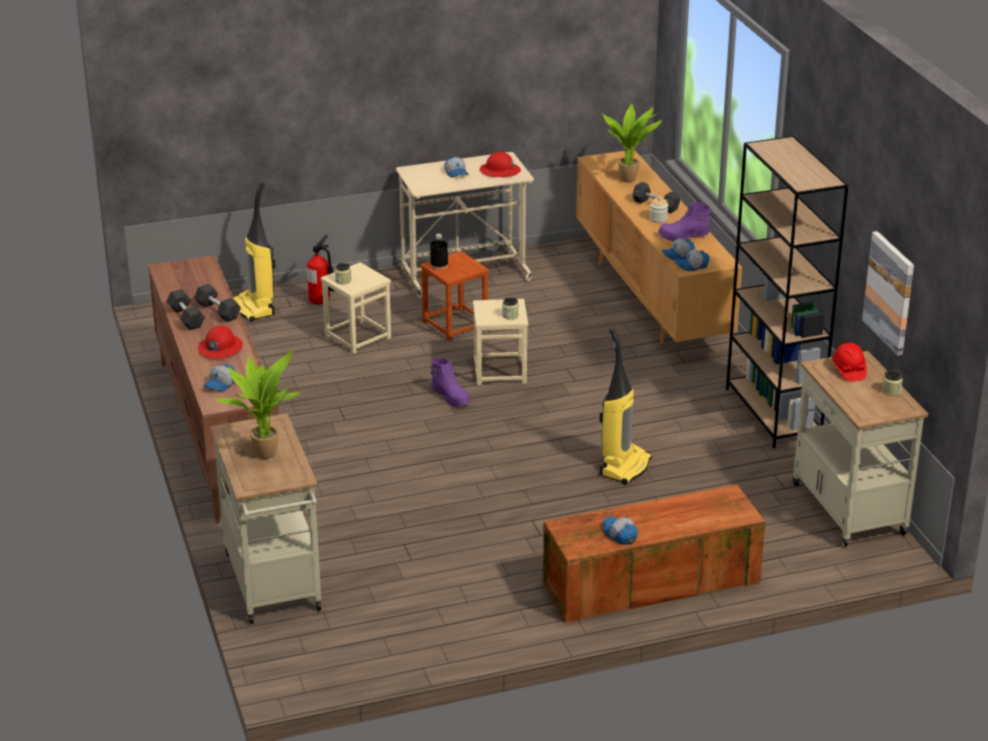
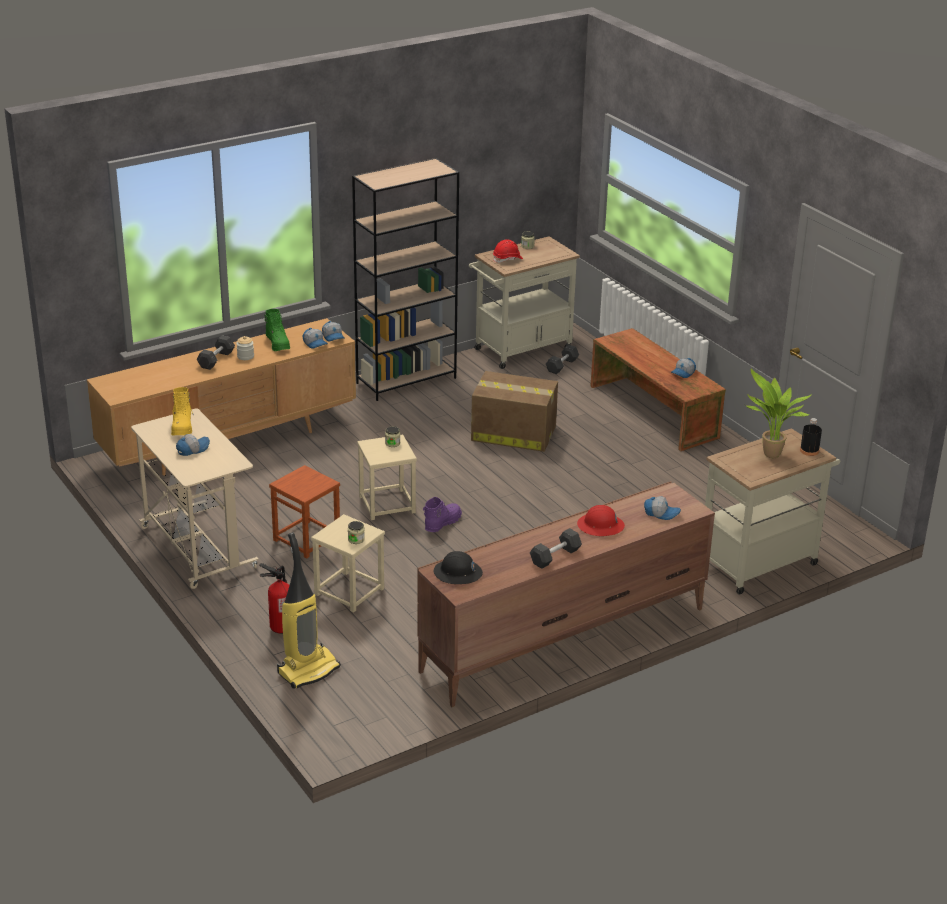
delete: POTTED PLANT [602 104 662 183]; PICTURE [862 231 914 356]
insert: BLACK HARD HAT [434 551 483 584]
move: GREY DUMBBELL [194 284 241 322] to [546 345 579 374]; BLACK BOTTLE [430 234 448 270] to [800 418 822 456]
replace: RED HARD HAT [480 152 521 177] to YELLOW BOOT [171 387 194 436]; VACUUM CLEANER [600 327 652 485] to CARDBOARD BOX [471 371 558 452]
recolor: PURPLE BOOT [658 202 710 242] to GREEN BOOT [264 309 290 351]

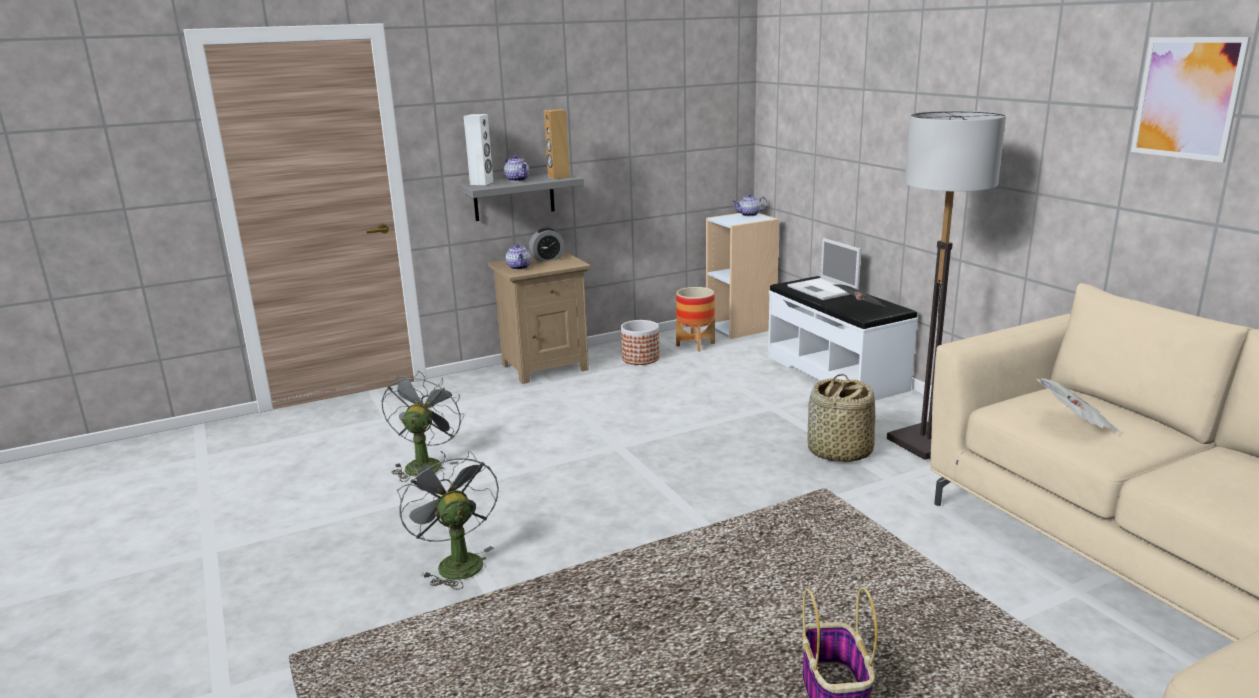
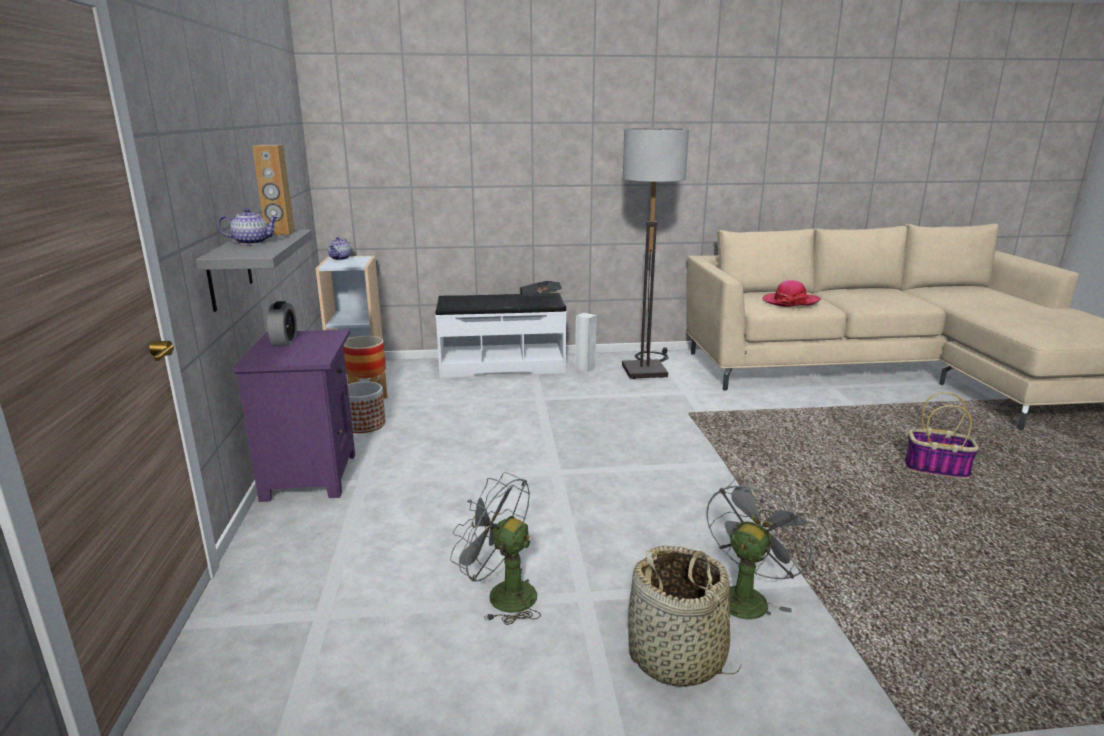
delete: TEAPOT [506 244 531 270]; LAPTOP [788 238 861 300]; PICTURE [1131 37 1251 163]
move: WHITE SPEAKER [464 114 493 185] to [575 313 597 372]; BASKET [807 374 875 462] to [628 546 741 687]
replace: NEWSPAPER [1036 378 1123 433] to HAT [763 280 821 307]
recolor: BEIGE NIGHTSTAND [488 251 591 384] to PURPLE NIGHTSTAND [233 330 355 502]
rotate: GREY FAN [397 451 499 590] = [706 477 817 619] 135 degrees clockwise

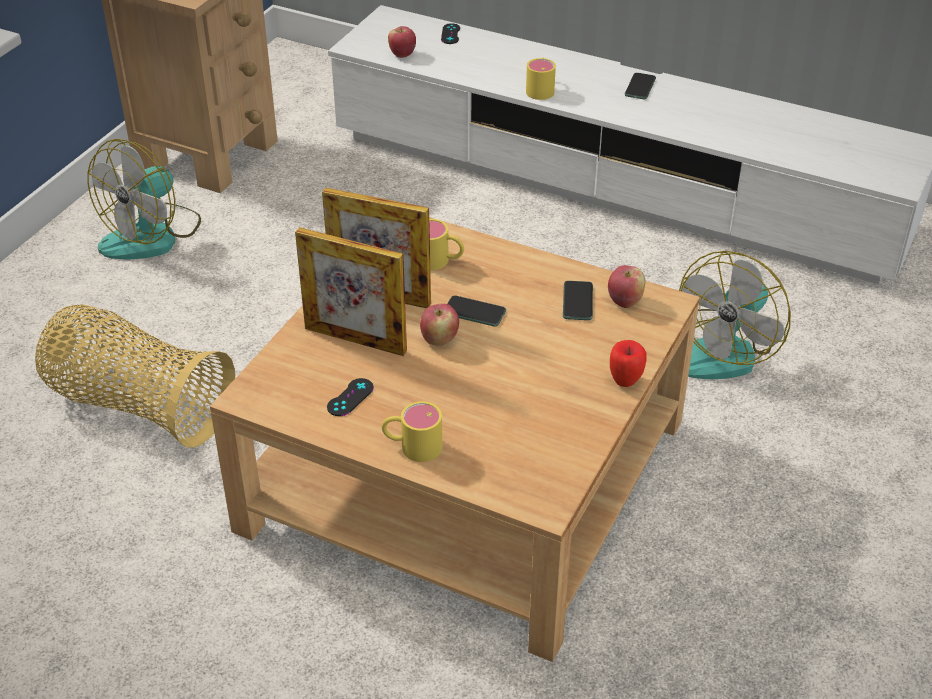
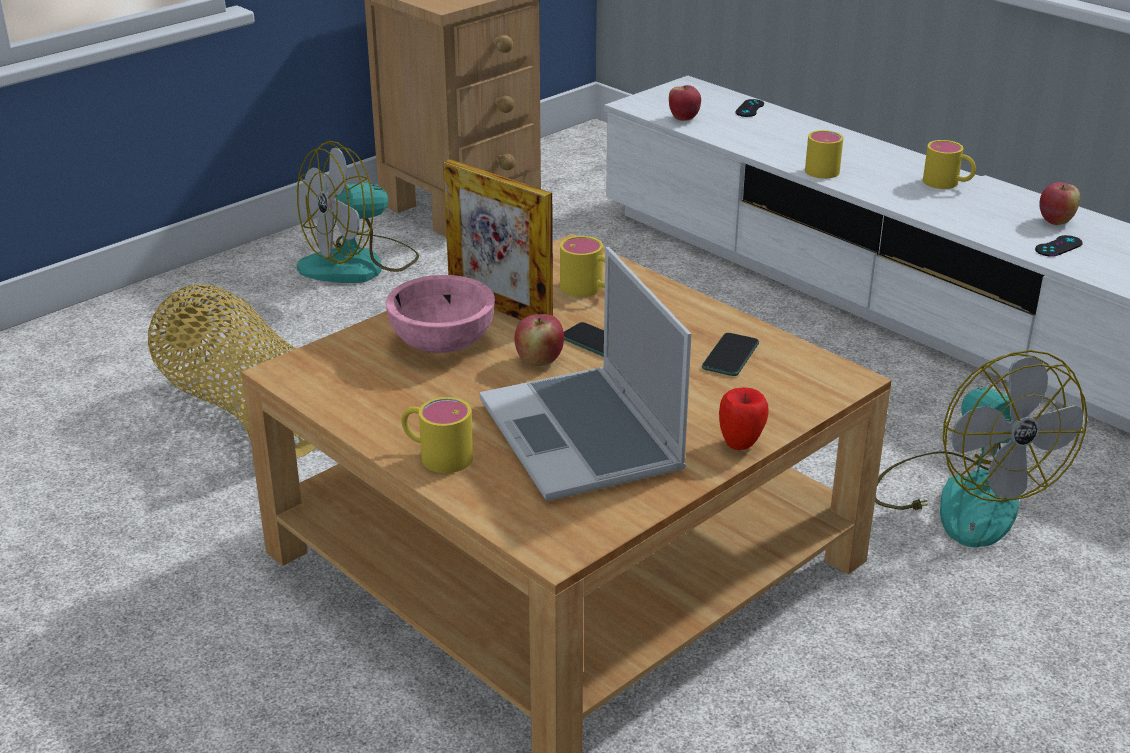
insert: LAPTOP [479 247 692 501]
move: BLACK GAME CONTROLLER [327 378 374 416] to [1035 235 1083 257]; APPLE [608 265 645 308] to [1039 182 1080 225]
replace: PICTURE FRAME [295 227 407 356] to PINK BOWL [386 275 495 353]; PHONE [625 73 656 99] to YELLOW MUG [923 140 976 189]
rotate: FAN [679 251 791 379] = [875 350 1087 548] 75 degrees counterclockwise

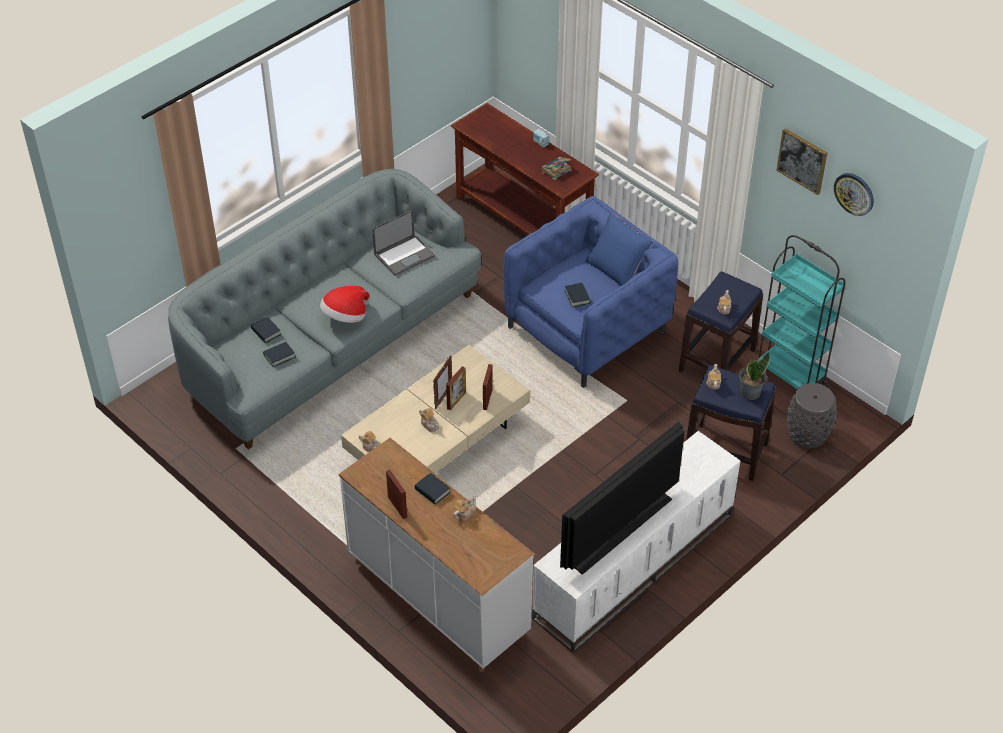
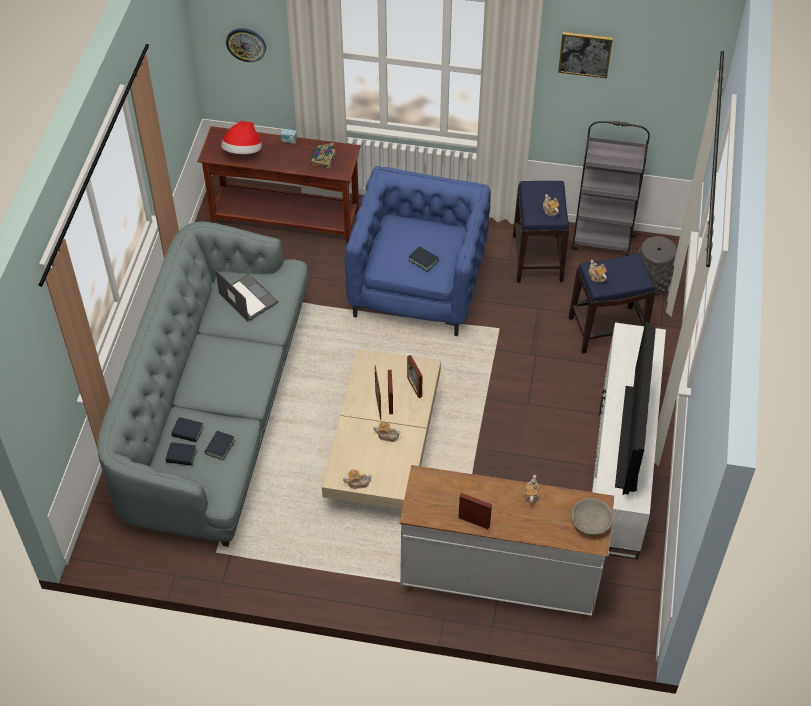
delete: BLUE PILLOW [586 212 654 286]; POTTED PLANT [739 352 770 400]
insert: GREY BOWL [571 498 614 535]
move: HAT [320 286 369 323] to [221 121 262 154]; BOOK [414 473 450 505] to [166 442 197 466]; WALL CLOCK [834 173 874 216] to [226 28 266 62]
recolor: TURQUOISE CART [758 235 845 389] to GREY CART [571 121 650 256]
rotate: LAPTOP [372 209 435 276] = [215 270 279 322] 60 degrees counterclockwise

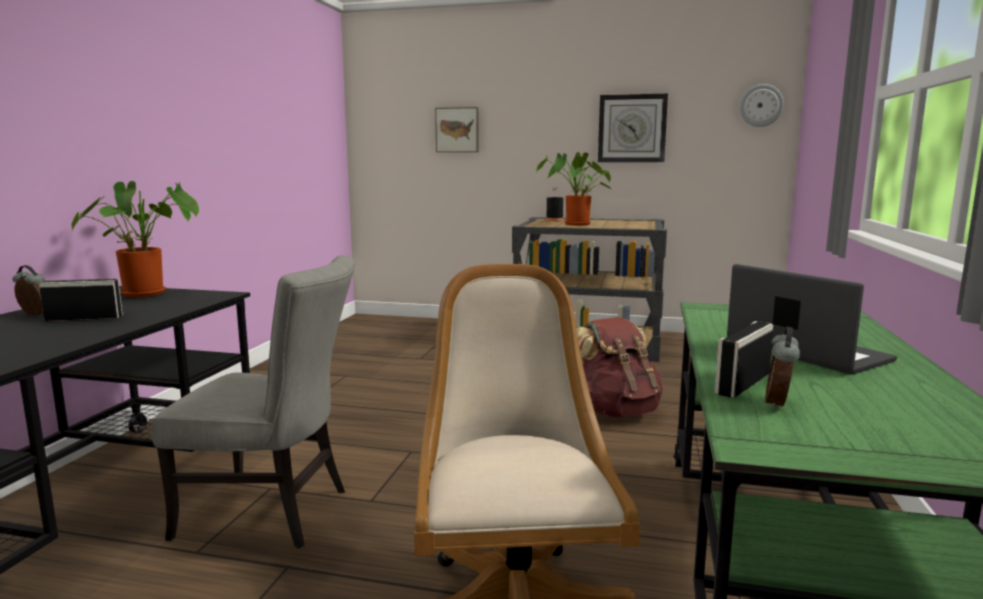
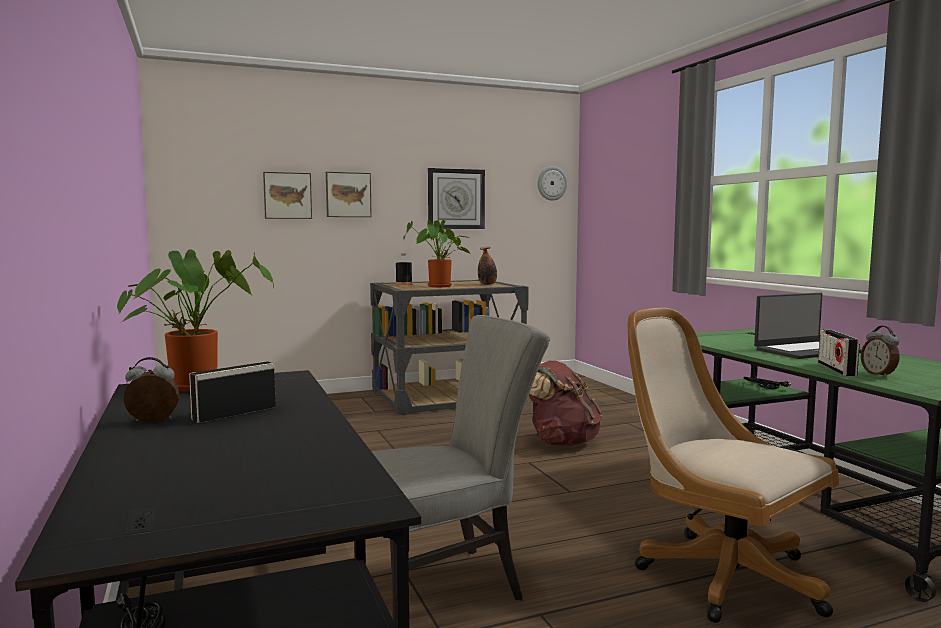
insert: PICTURE [326 172 372 217]; BOTTLE [478 247 497 285]
rotate: LAPTOP [727 264 897 375] = [754 293 862 359] 135 degrees clockwise

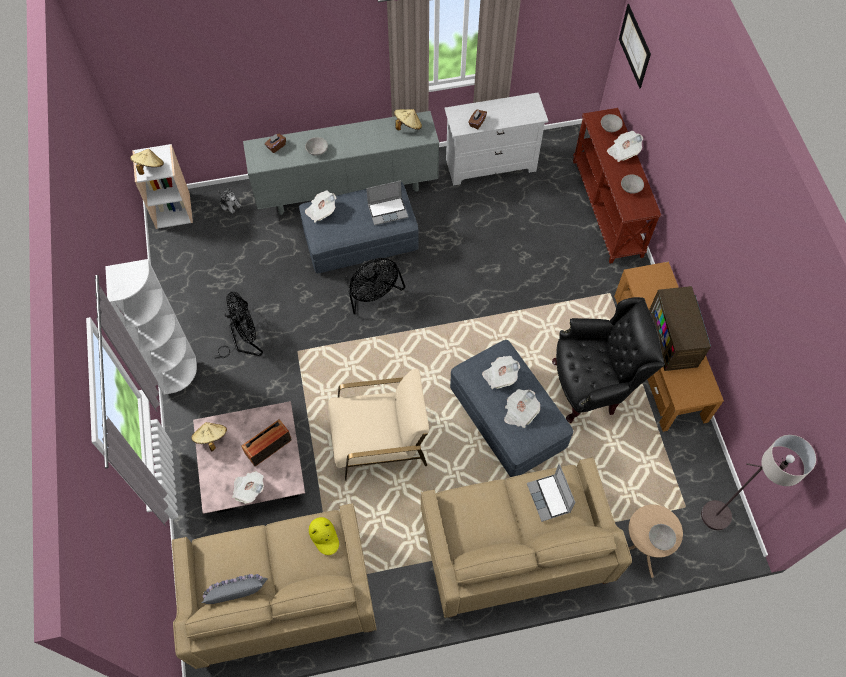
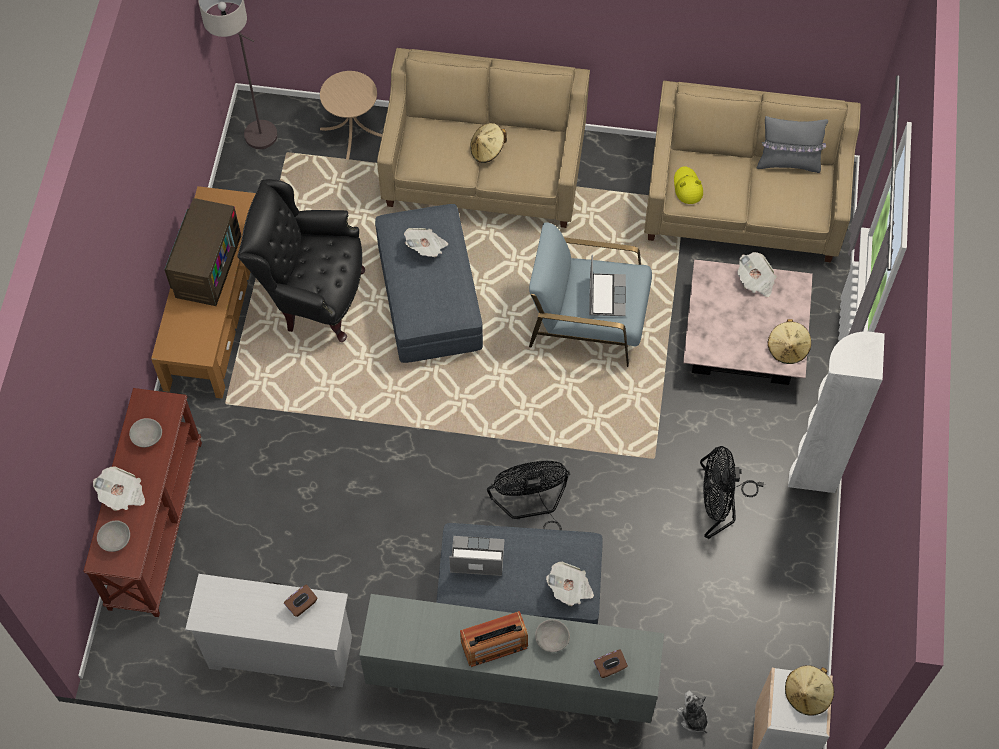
delete: NEWSPAPER [482 356 520 389]; PICTURE [619 4 651 88]; GREY BOWL [649 524 676 550]
move: RADIO [241 419 292 466] to [460 611 528 667]; BEIGE HAT [394 109 422 130] to [470 123 507 163]; LAPTOP [527 464 575 522] to [589 255 626 316]
recolor: BEIGE ARMCHAIR [328 369 429 481] to BLUE ARMCHAIR [529 222 652 367]

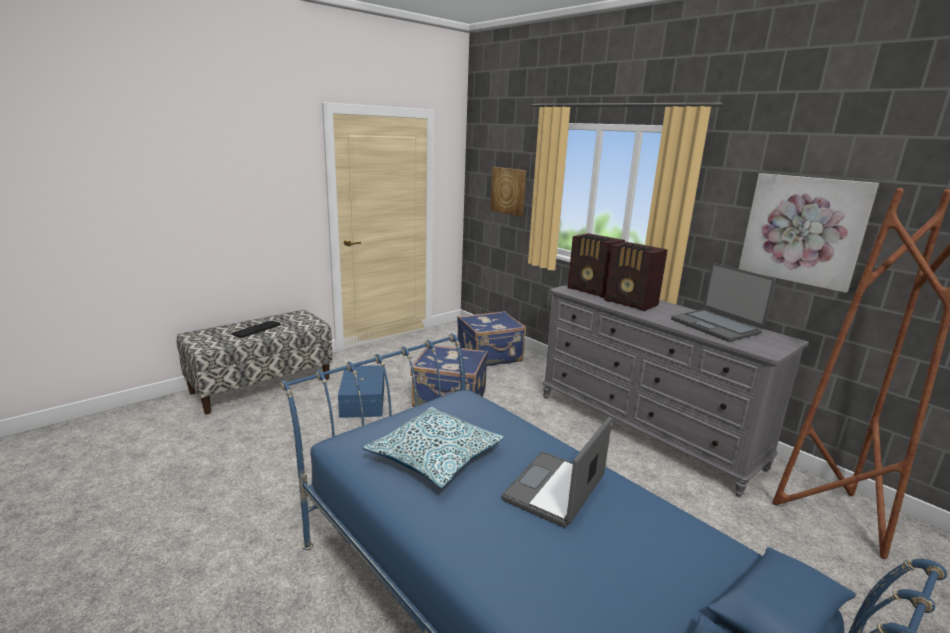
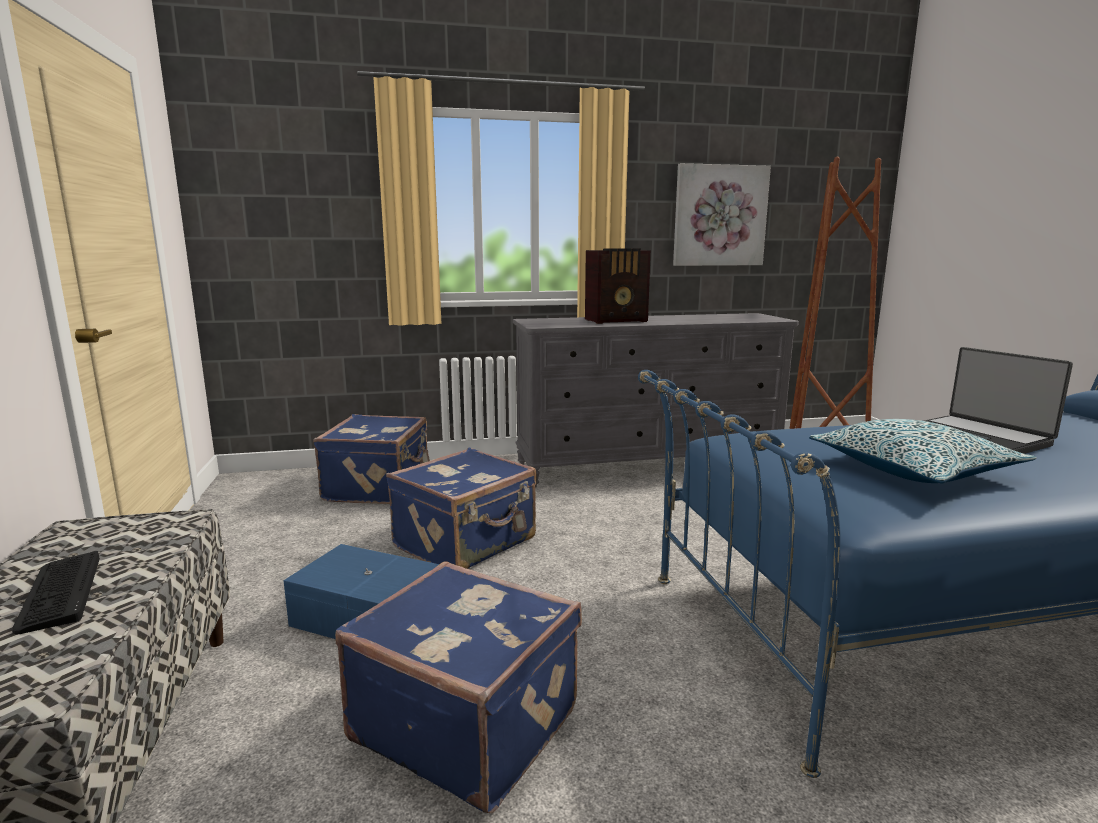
delete: PICTURE [490 167 526 217]; RADIO [568 233 625 298]; LAPTOP [671 263 776 342]
insert: BLUE SUITCASE [335 561 582 813]

